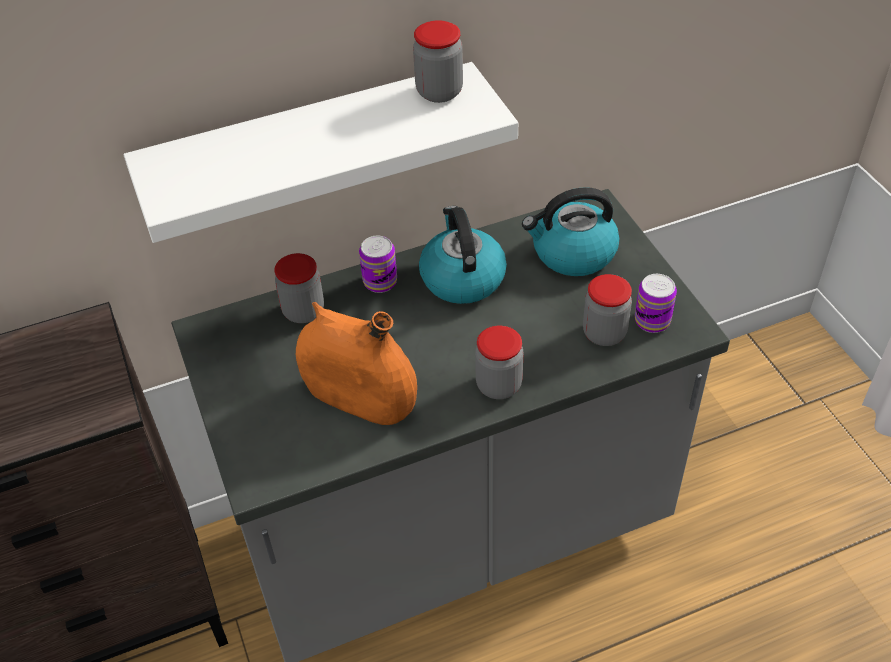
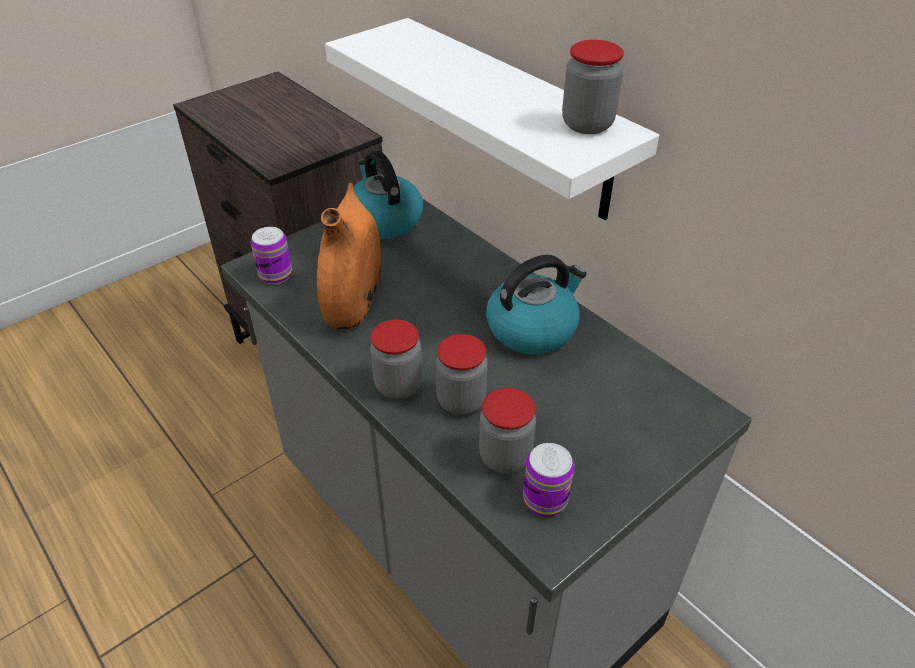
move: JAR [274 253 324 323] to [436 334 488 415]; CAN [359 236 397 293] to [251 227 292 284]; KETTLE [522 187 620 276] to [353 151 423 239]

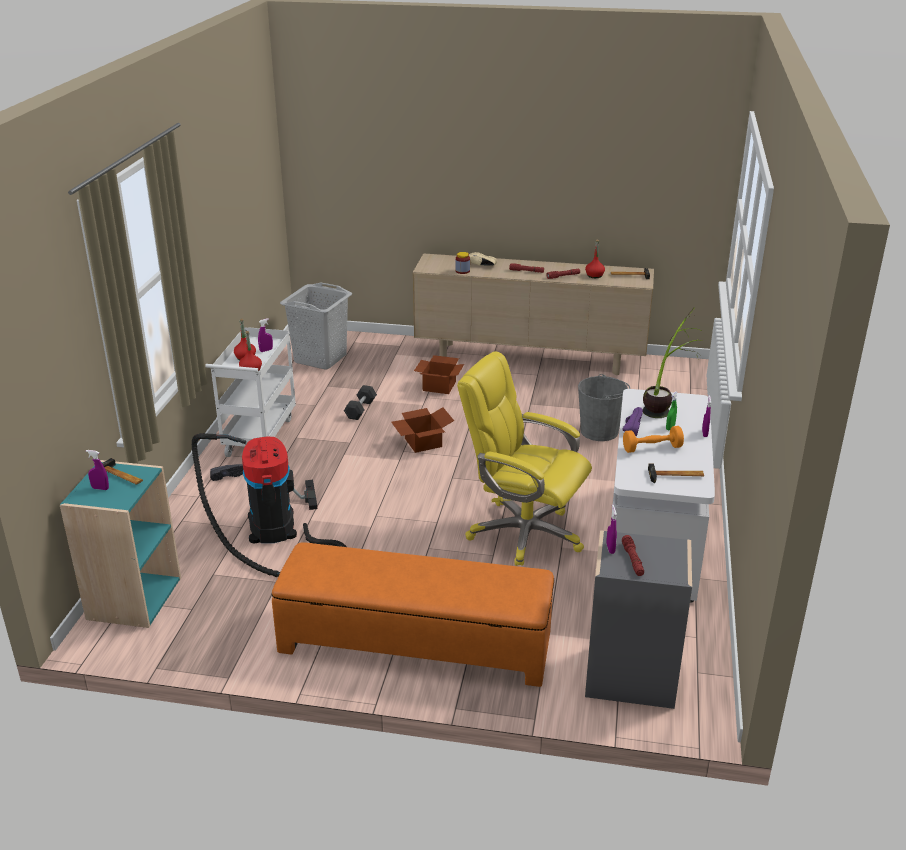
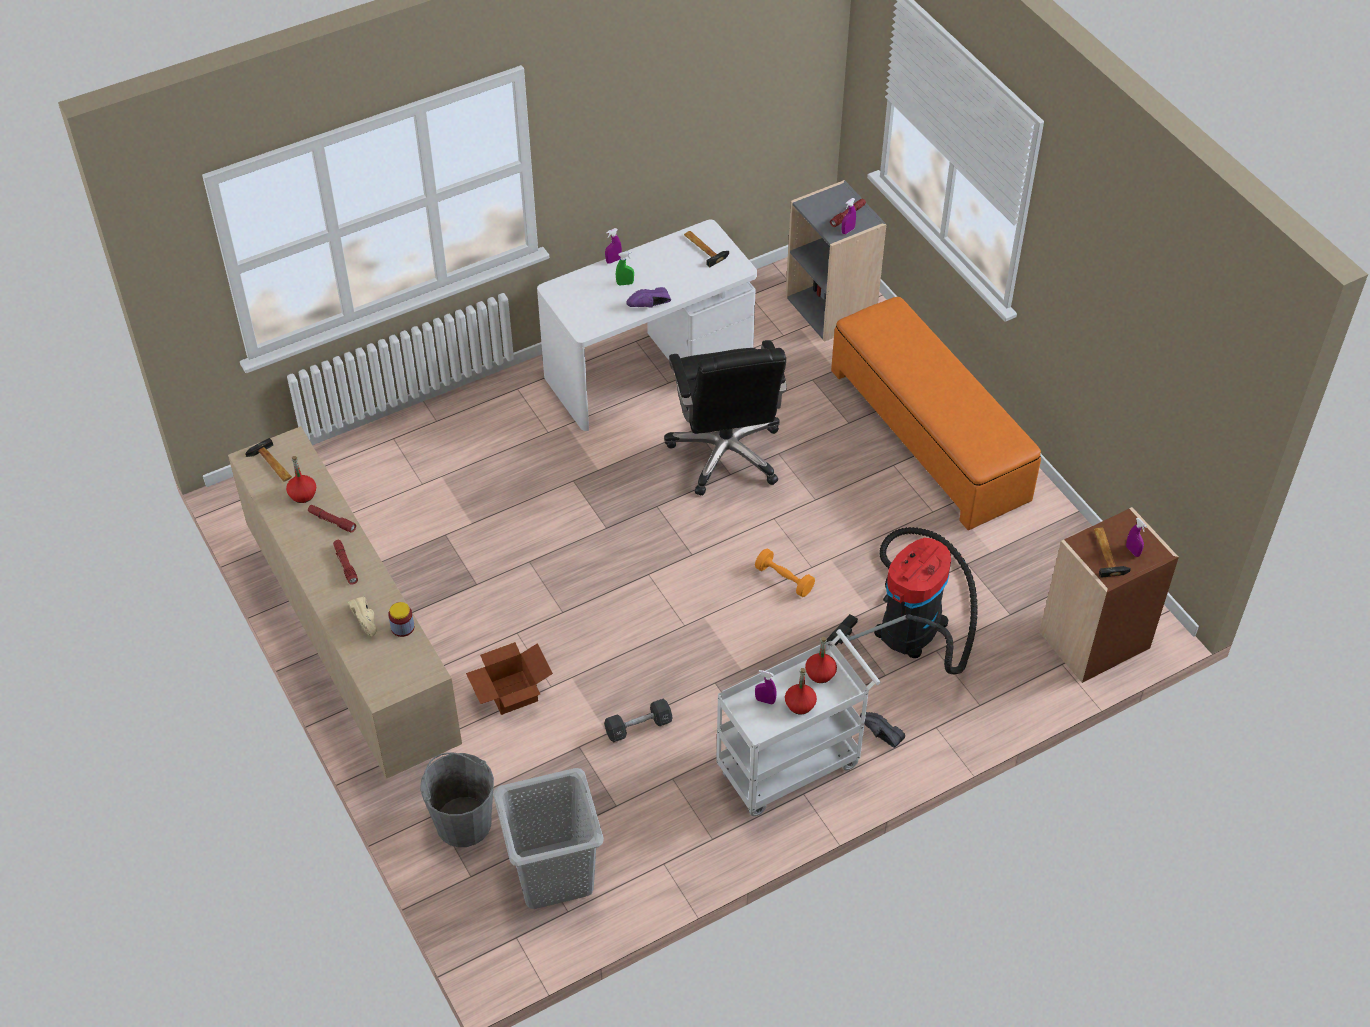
delete: CARDBOARD BOX [391 407 454 453]; POTTED PLANT [643 307 703 418]
move: GREY BUCKET [578 374 630 441] to [420 752 494 847]; ORANGE DUMBBELL [623 426 684 453] to [755 548 815 597]
recolor: TURQUOISE BOOKCASE [60 460 181 628] to BROWN BOOKCASE [1039 507 1179 683]; YELLOW OFFICE CHAIR [457 352 592 566] to BLACK OFFICE CHAIR [664 340 787 496]

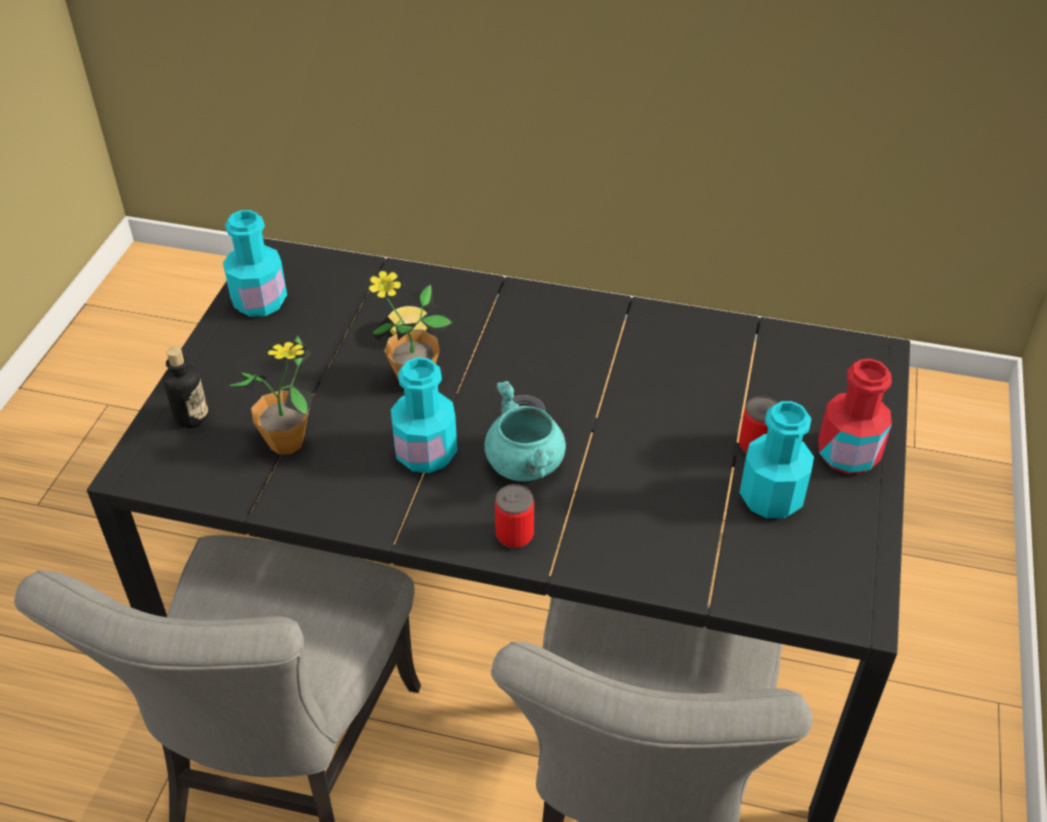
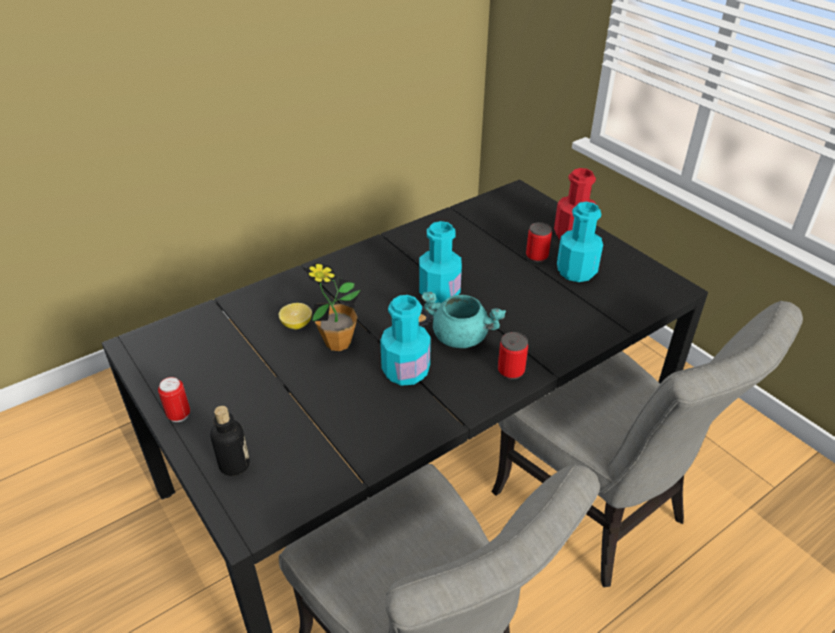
delete: POTTED PLANT [227 335 314 455]
insert: CAN [158 377 190 422]
move: TURQUOISE BOTTLE [223 210 287 317] to [419 221 462 303]

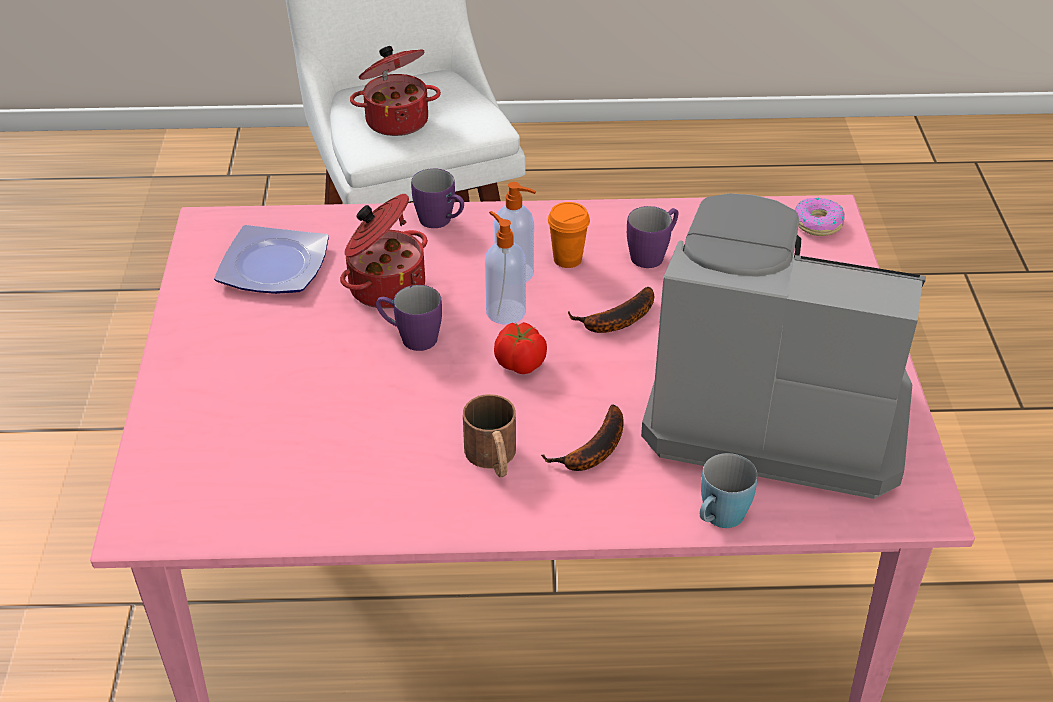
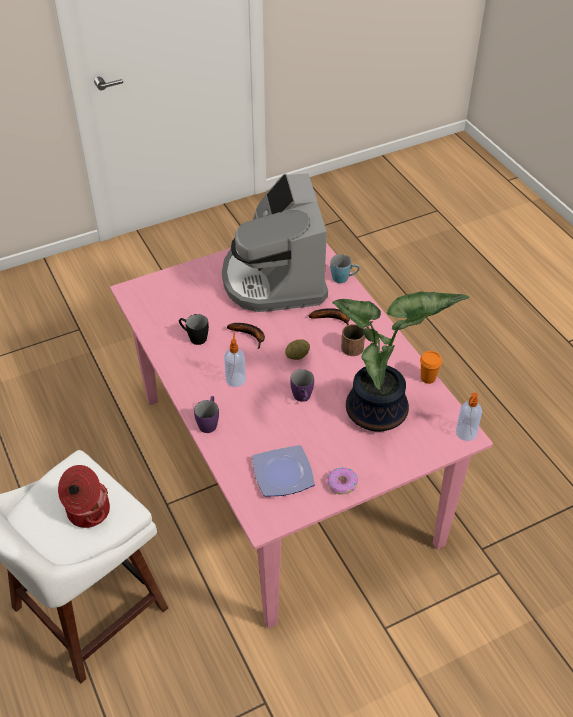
delete: COOKING POT [340 194 428 309]
insert: POTTED PLANT [332 292 469 432]
move: SOAP DISPENSER [485 211 526 324] to [456 393 482 441]; ORANGE CUP [548 202 590 268] to [420 351 442 384]; DONUT [795 197 845 236] to [327 467 358 495]
replace: TOMATO [494 322 547 374] to POTATO [285 339 310 360]
recolor: PURPLE MUG [627 206 679 268] to BLACK MUG [179 314 209 345]

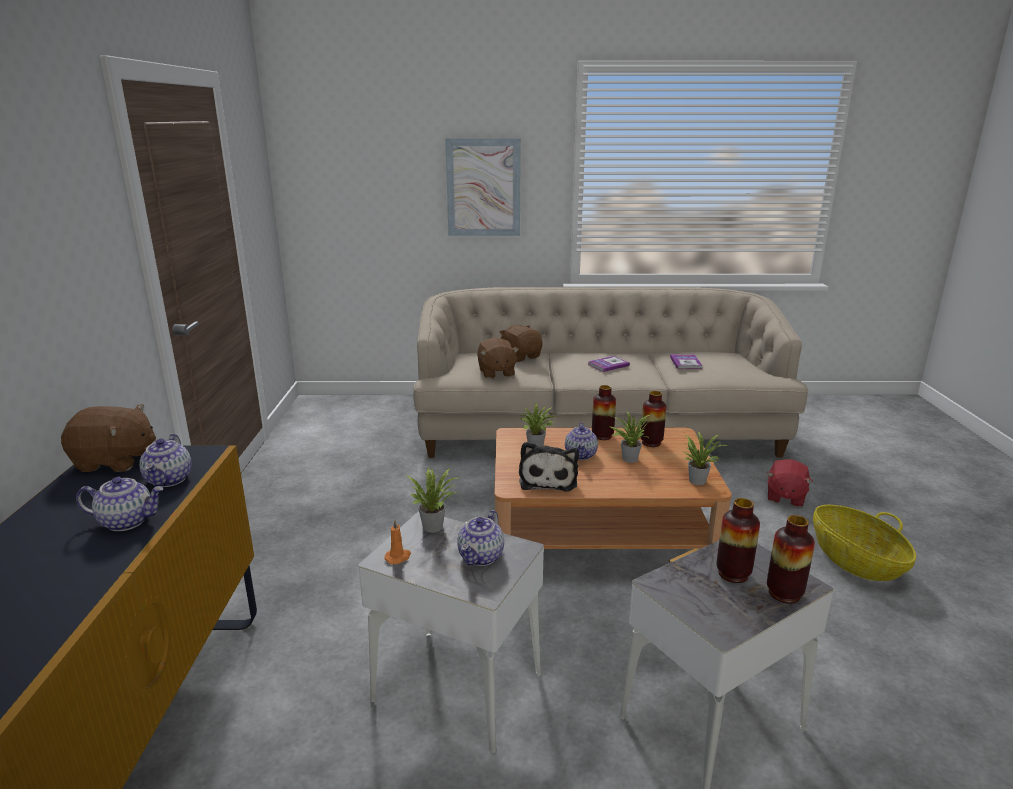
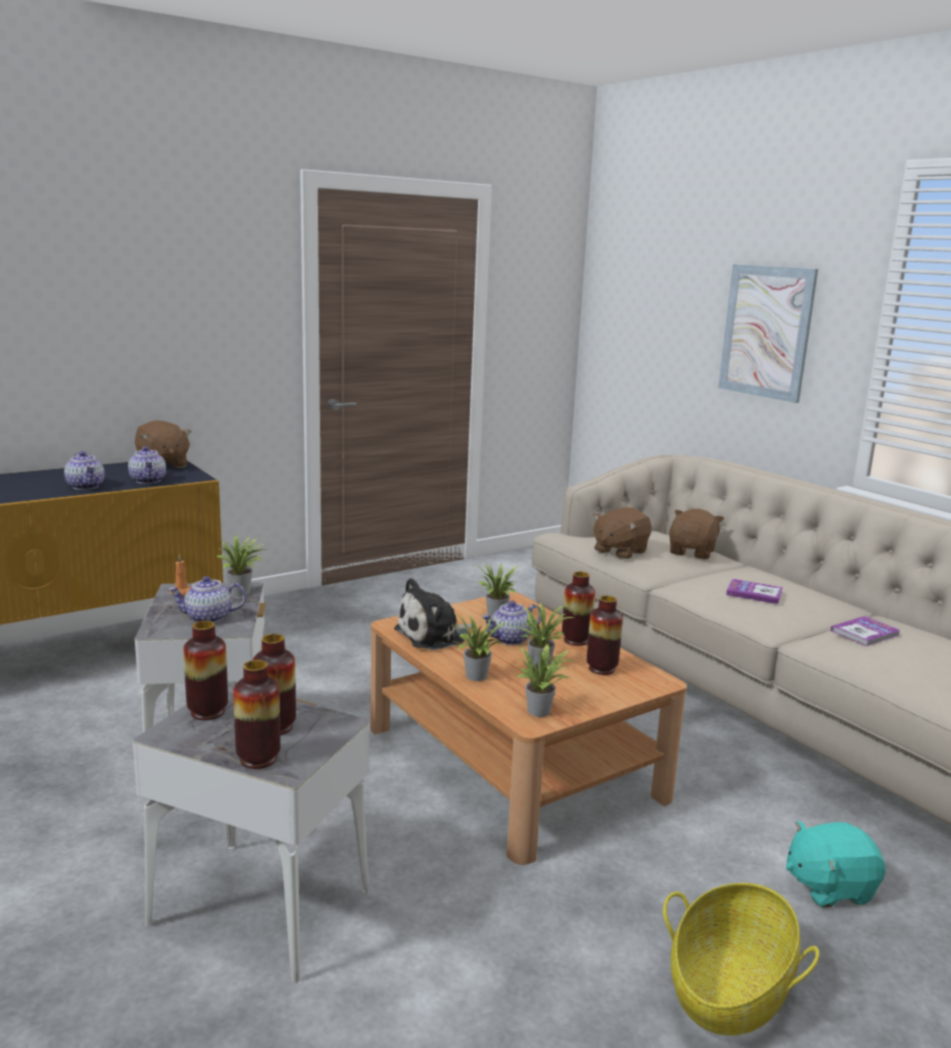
insert: VASE [183 621 228 720]; POTTED PLANT [453 613 505 681]
recolor: RED PLUSH TOY [767 459 813 507] to TURQUOISE PLUSH TOY [786 821 886 908]
rotate: TEAPOT [139 434 192 487] = [128 446 166 484] 75 degrees counterclockwise

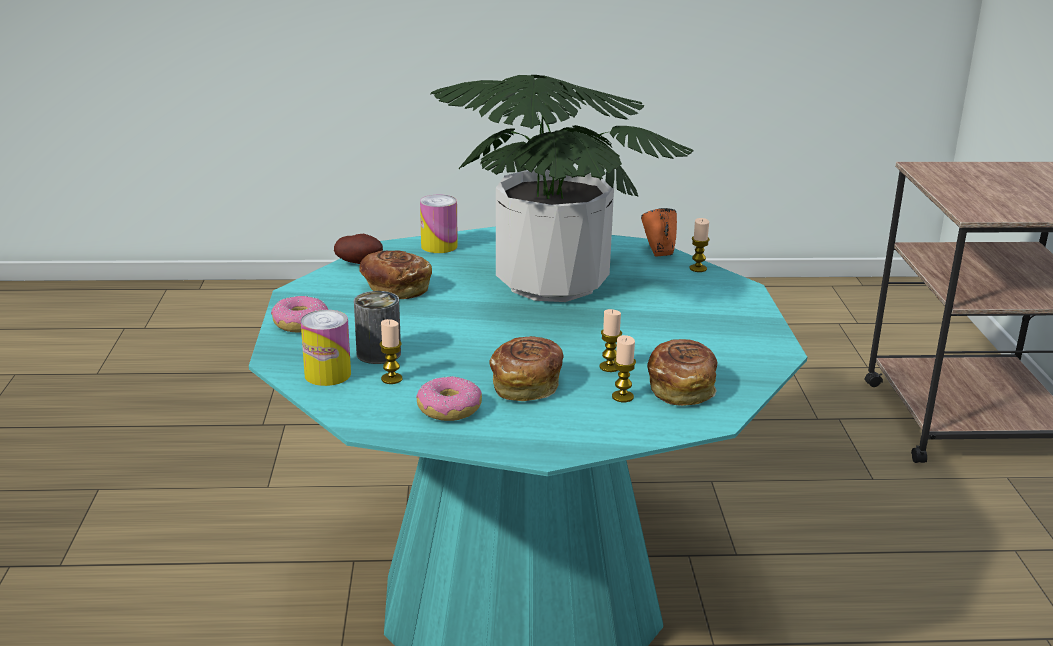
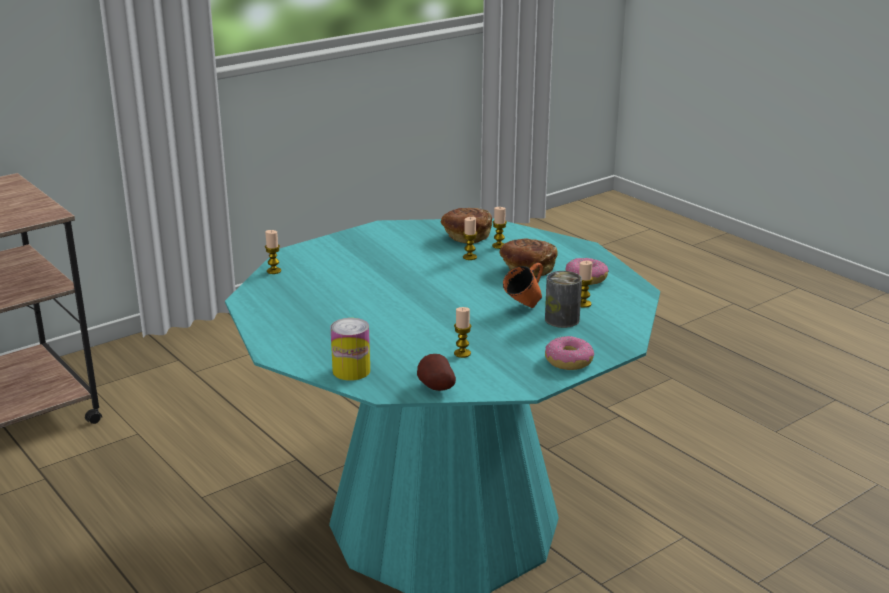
delete: CAN [300 310 351 386]; POTTED PLANT [430 75 694 302]
move: ORANGE MUG [641 208 677 256] to [503 263 543 308]
replace: BREAD [359 251 432 299] to CANDLE [454 307 471 358]

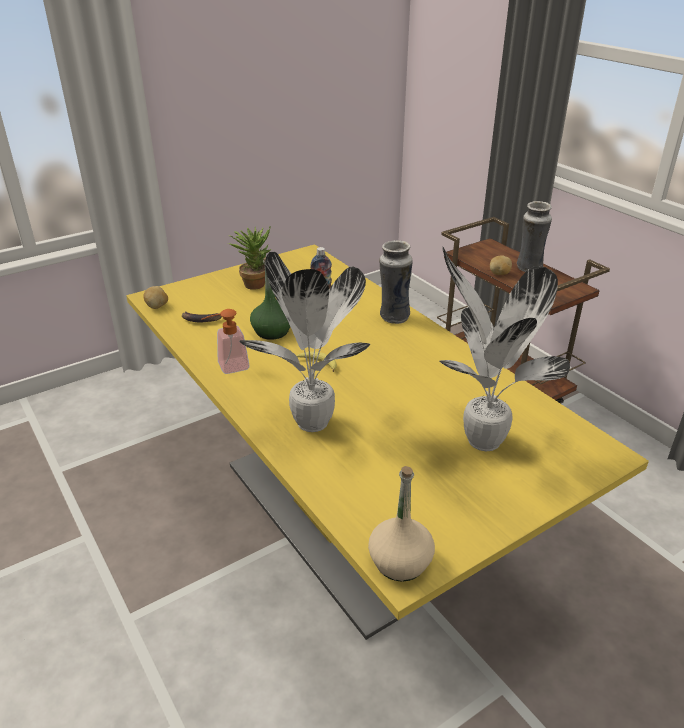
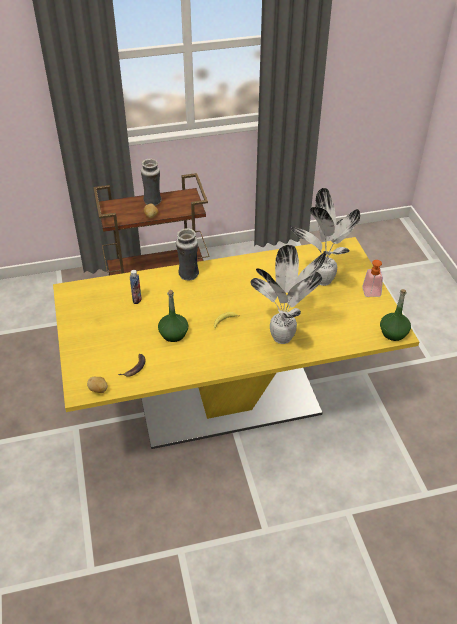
delete: POTTED PLANT [228 226 271 290]
move: SOAP DISPENSER [201 309 250 374] to [362 260 383 297]
recolor: BEIGE BOTTLE [368 466 435 582] to GREEN BOTTLE [380 289 411 341]

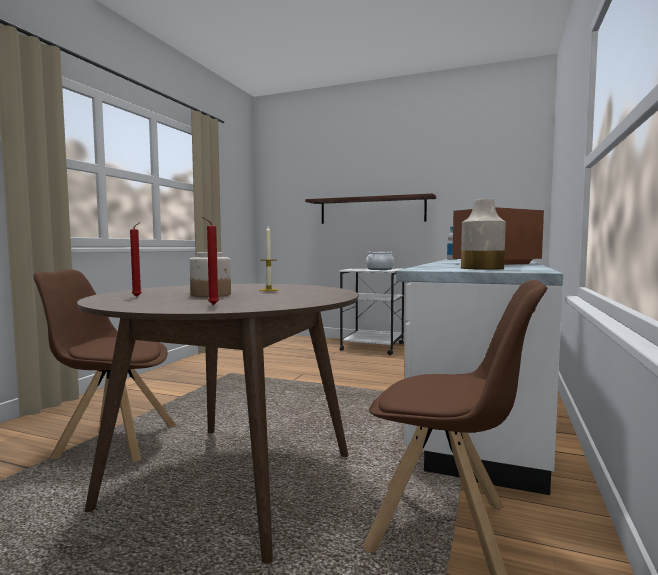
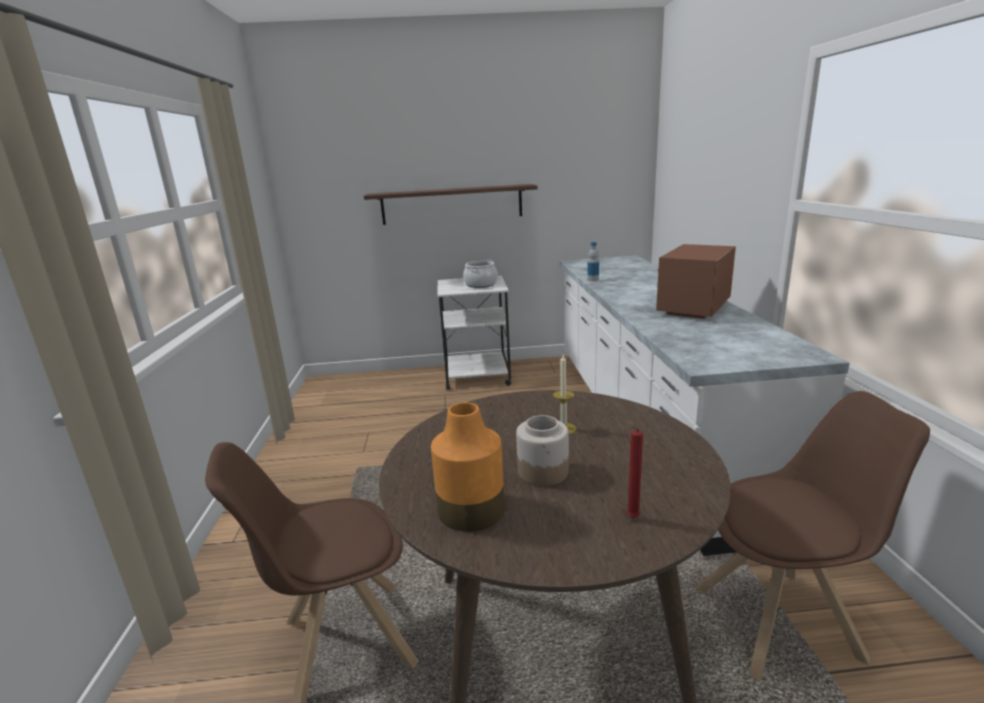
delete: BEIGE VASE [461 199 506 270]
replace: RED CANDLE [130 222 142 297] to ORANGE VASE [431 402 505 531]

